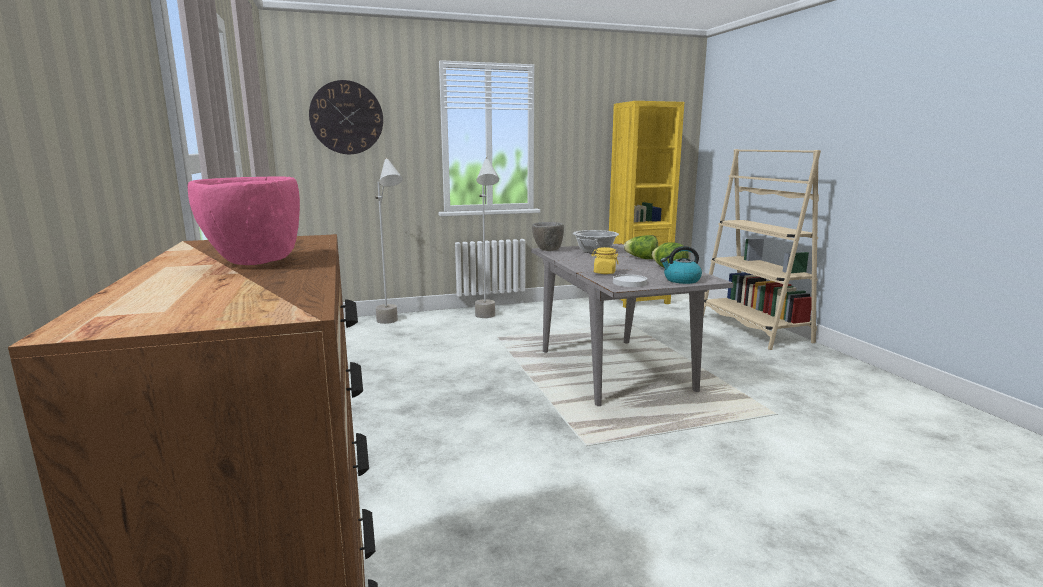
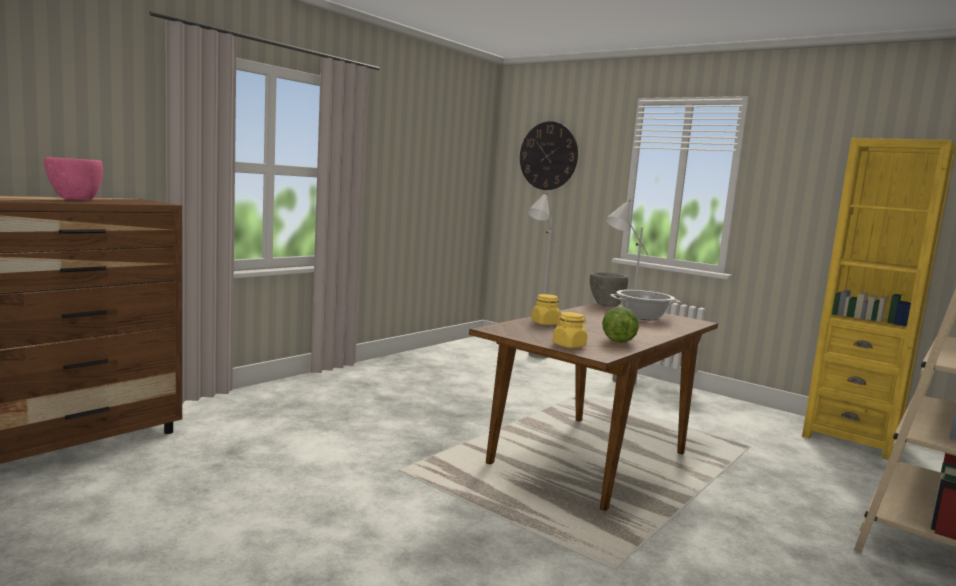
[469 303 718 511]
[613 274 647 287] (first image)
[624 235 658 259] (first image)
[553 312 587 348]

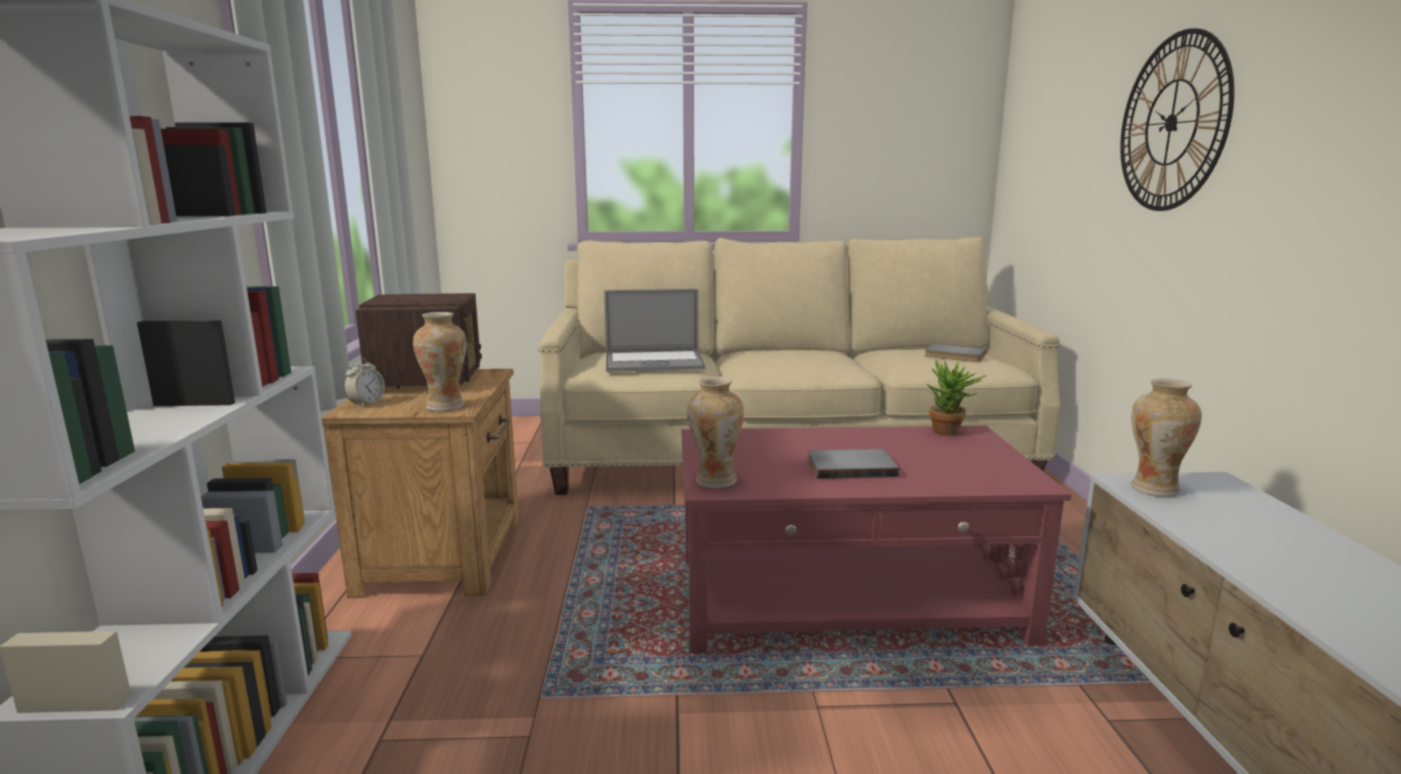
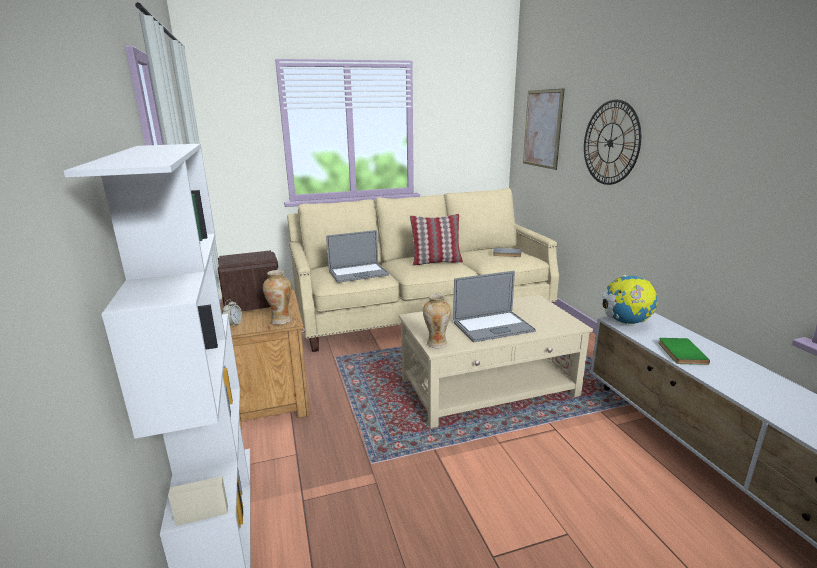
[399 295 593 428]
[453 271 536 342]
[926 359 986 436] (first image)
[602 275 657 325]
[410 214 463 266]
[523 89 564 170]
[658 338 710 365]

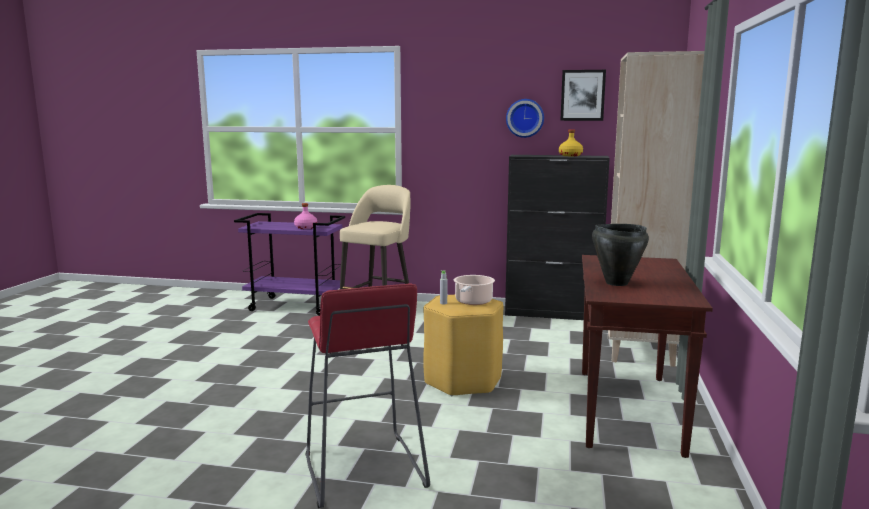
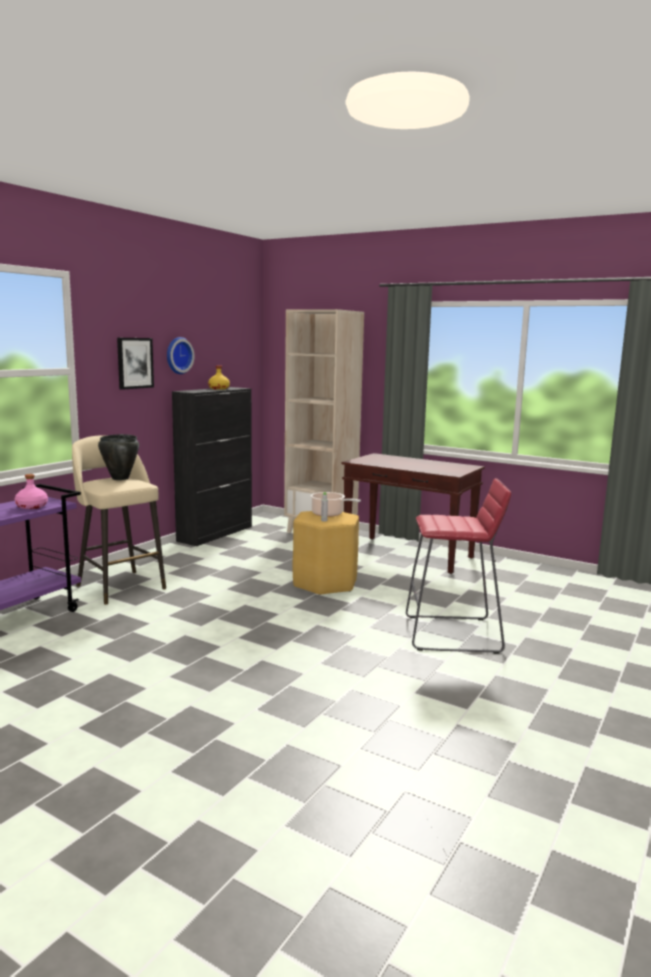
[117 338 154 390]
[98 434 139 480]

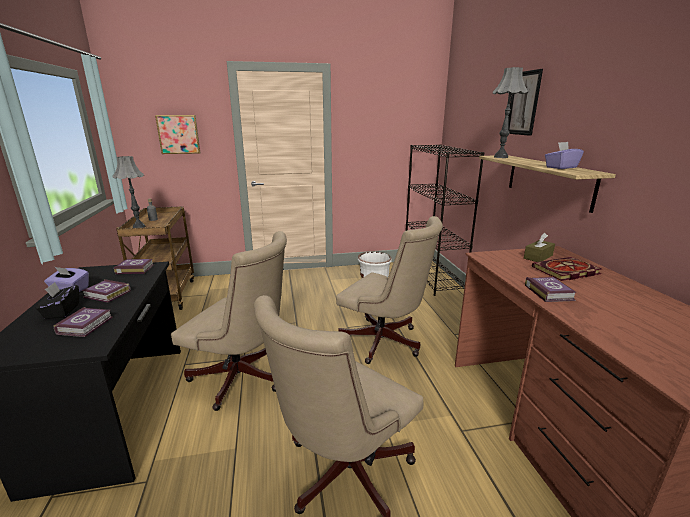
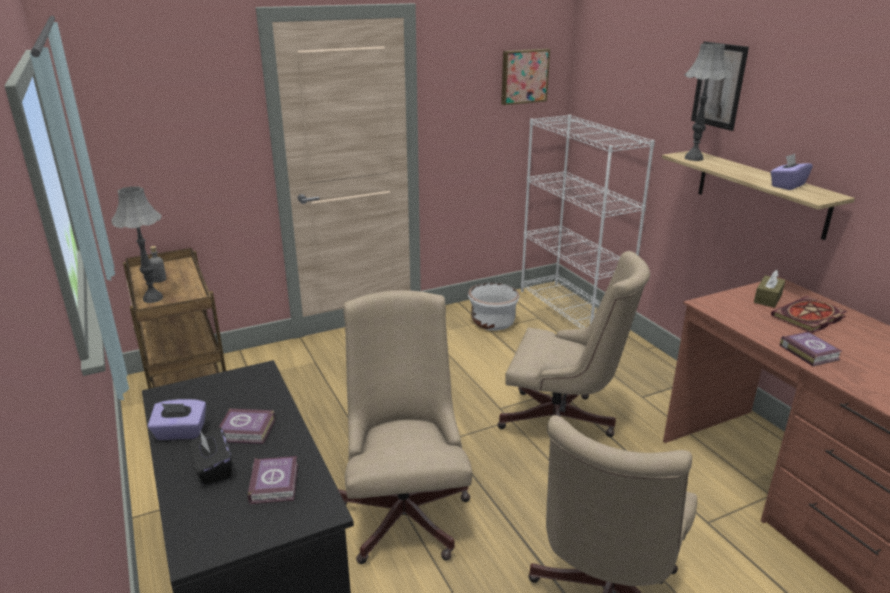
[114 259 154 274] (first image)
[501 49 550 105]
[338 290 472 564]
[521 115 655 329]

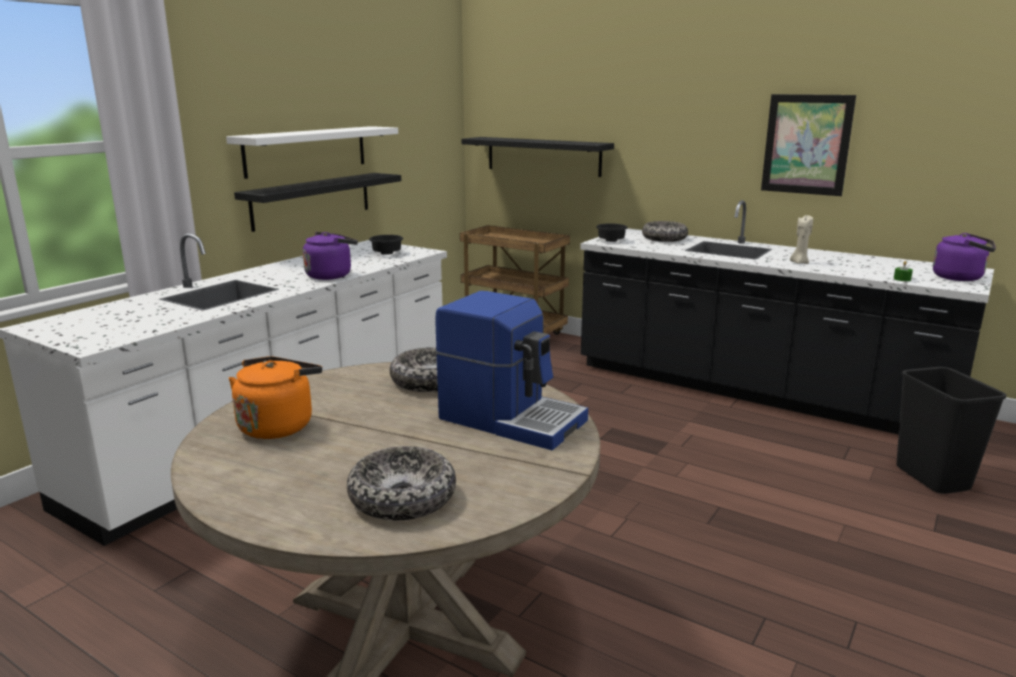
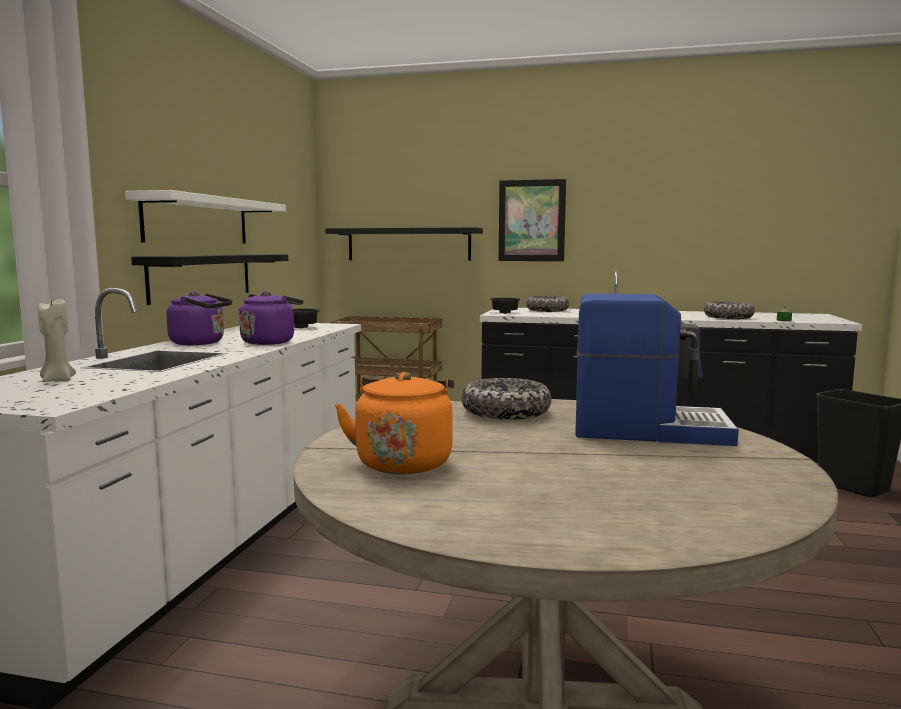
[704 301 755 319]
[499 179 566 261]
[38 299 76 382]
[167 292 232 345]

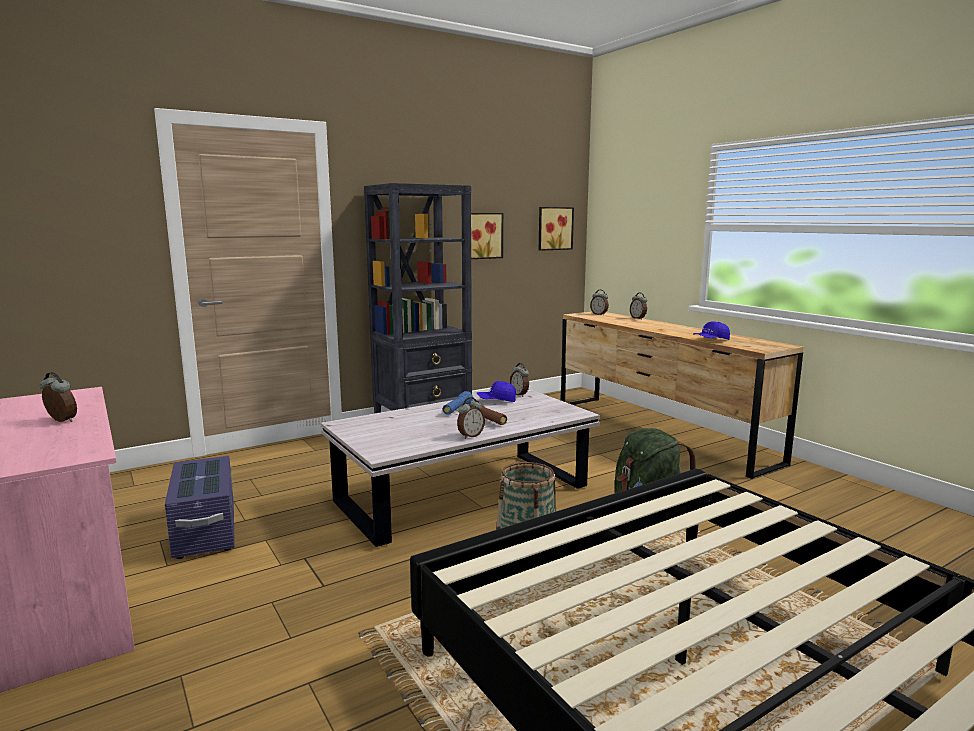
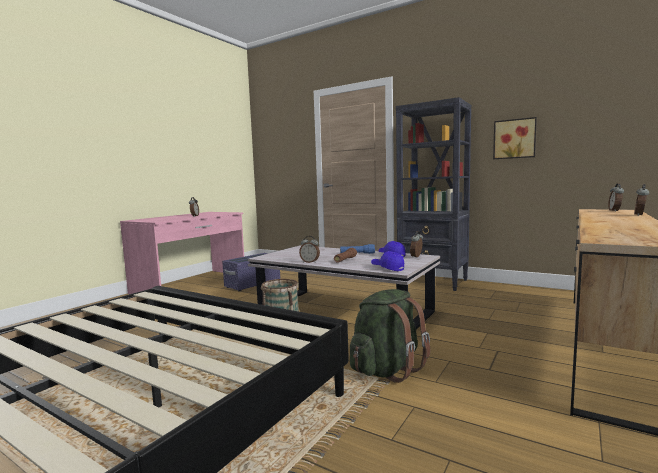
[539 207 574 251] (first image)
[371 251 404 272]

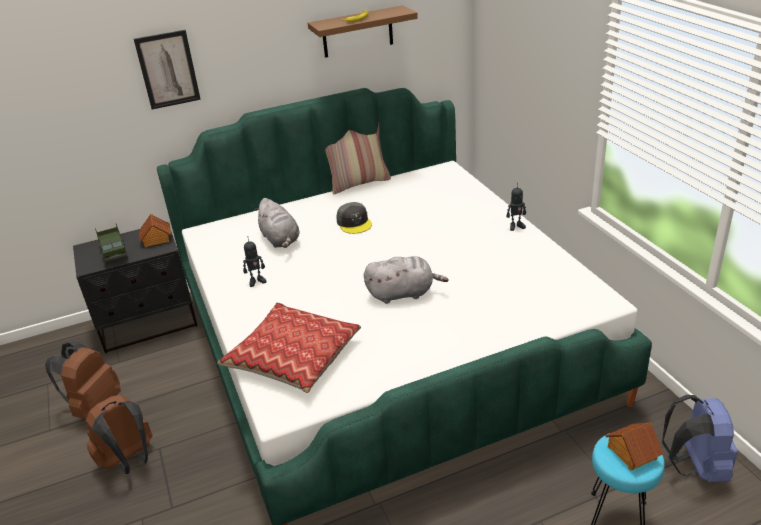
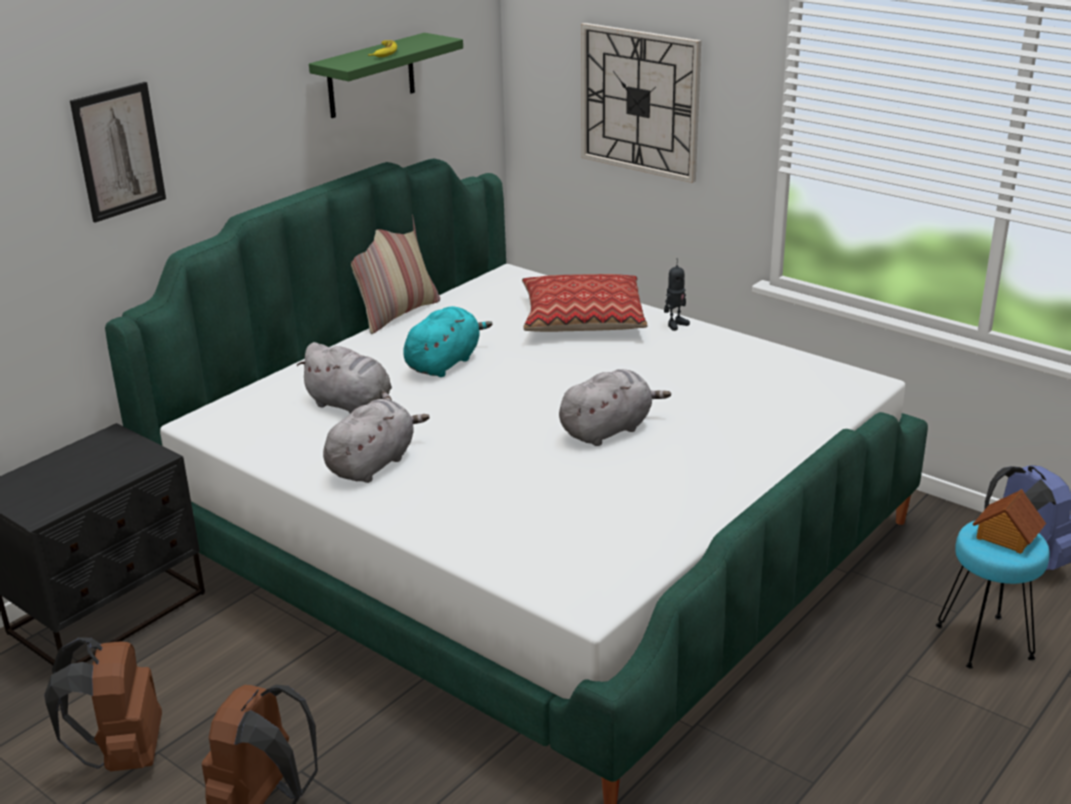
[95 224 128 264] (first image)
[139 214 171 248] (first image)
[522 274 647 332]
[323 399 430 483]
[309 33 463 118]
[403 306 493 377]
[581 23 701 183]

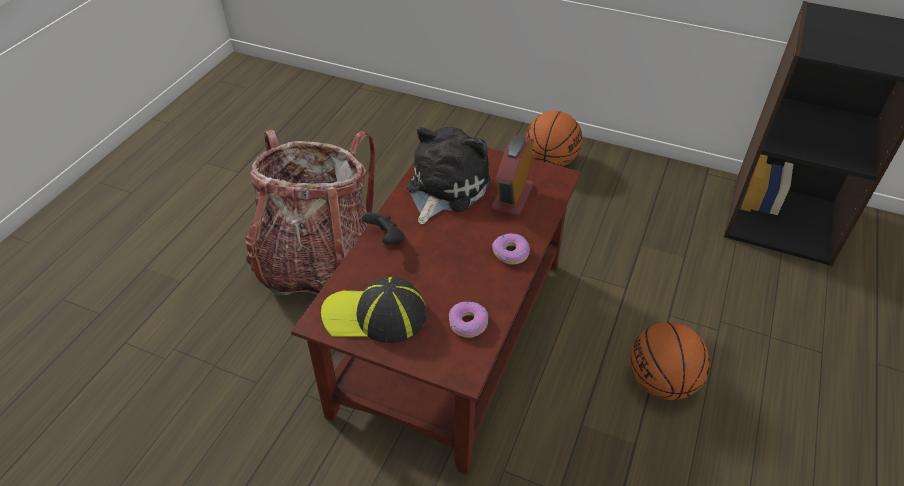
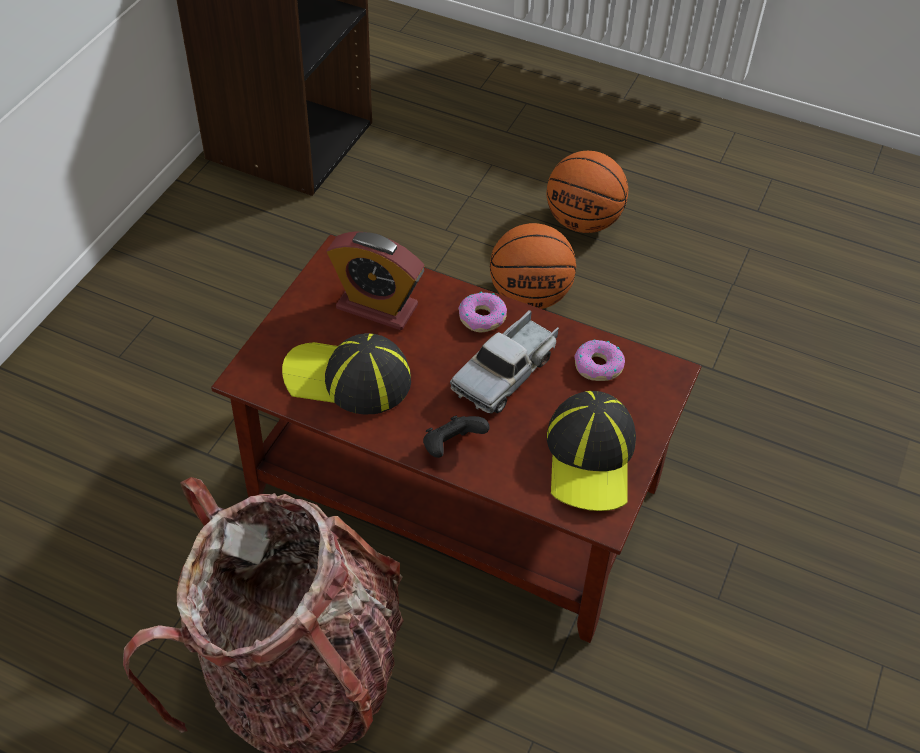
[282 333 411 414]
[547 151 628 233]
[450 310 559 414]

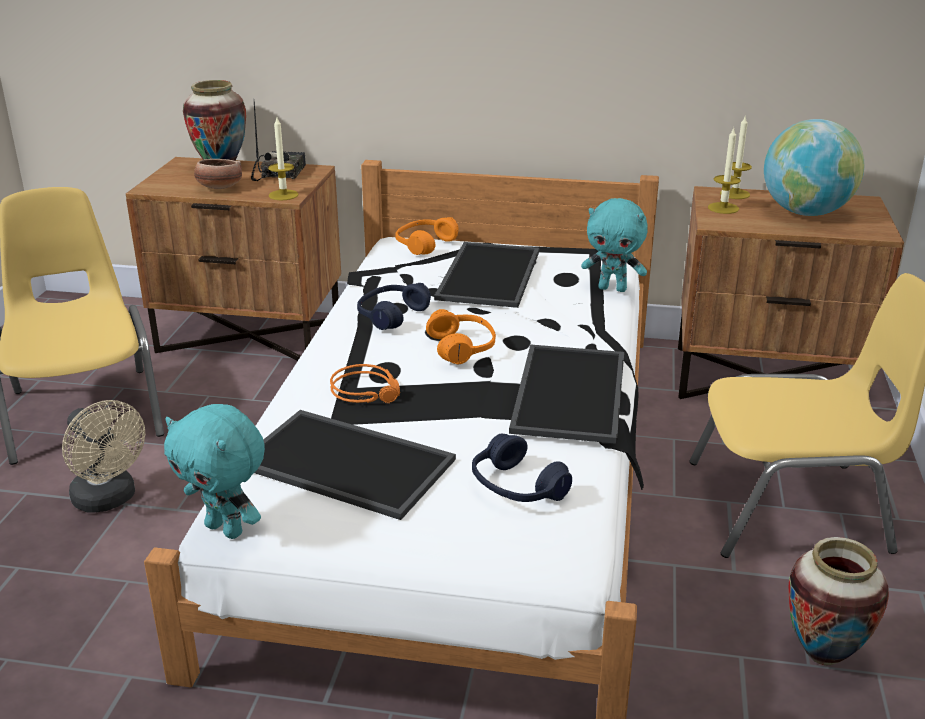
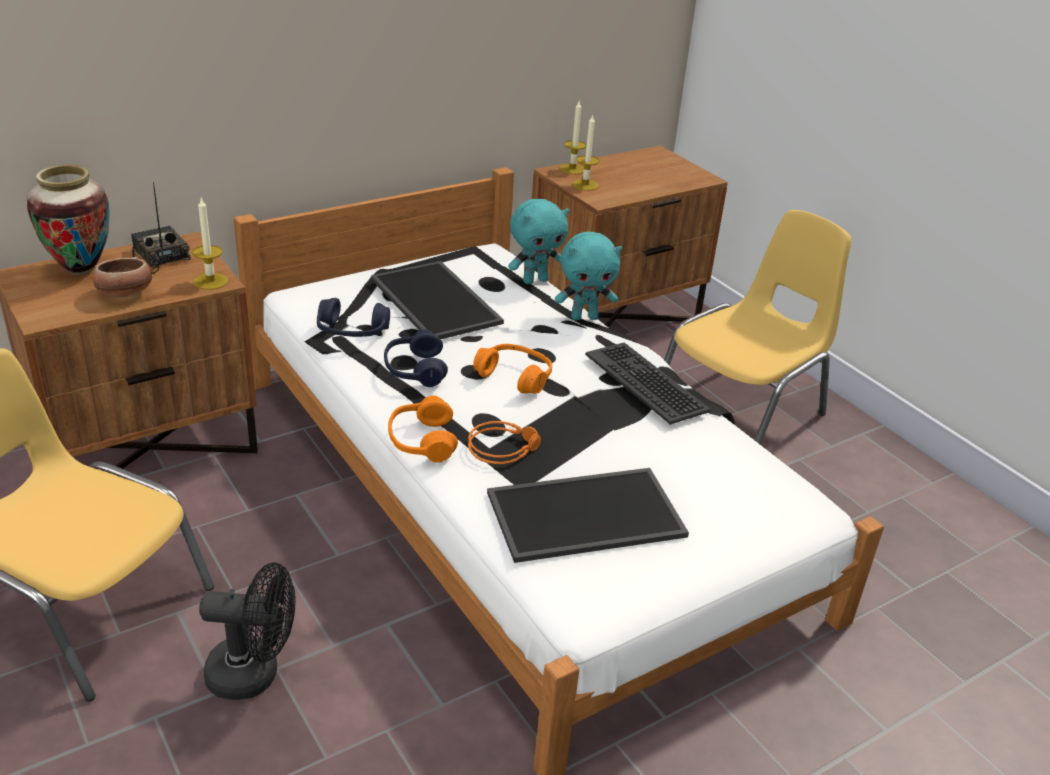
[199 563 295 700]
[555 232 622 320]
[388 396 458 463]
[317 298 390 337]
[585 342 711 424]
[764 119 865 216] (first image)
[788 537 889 665] (first image)

